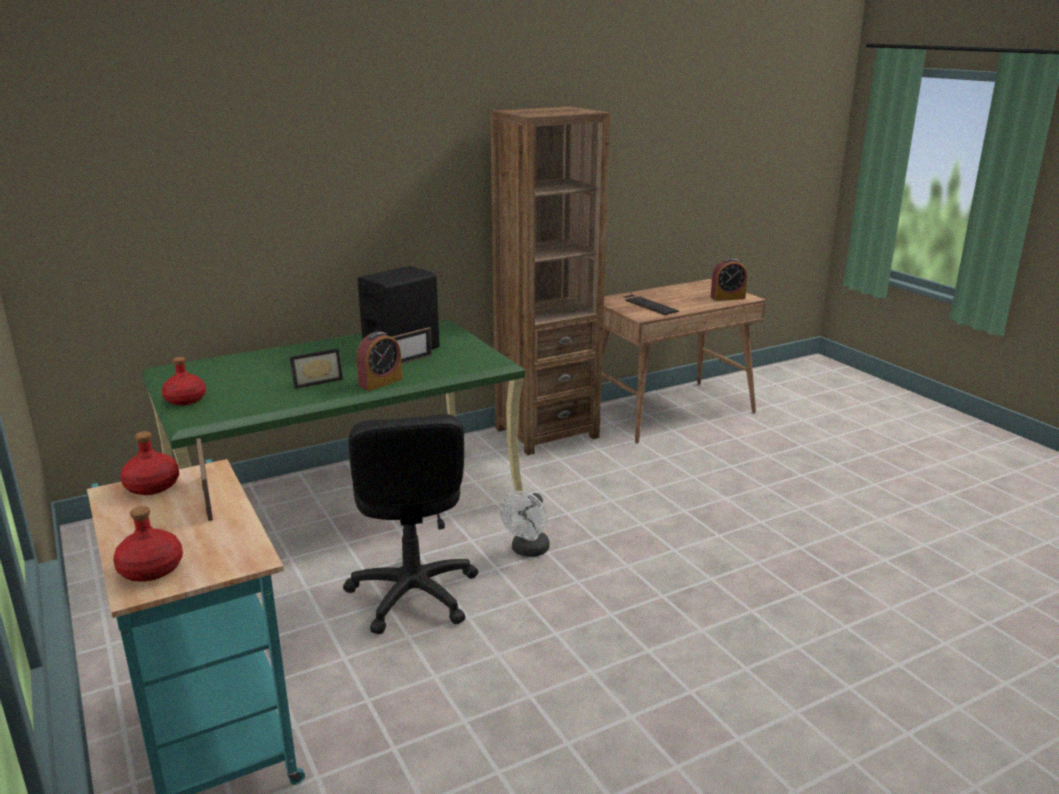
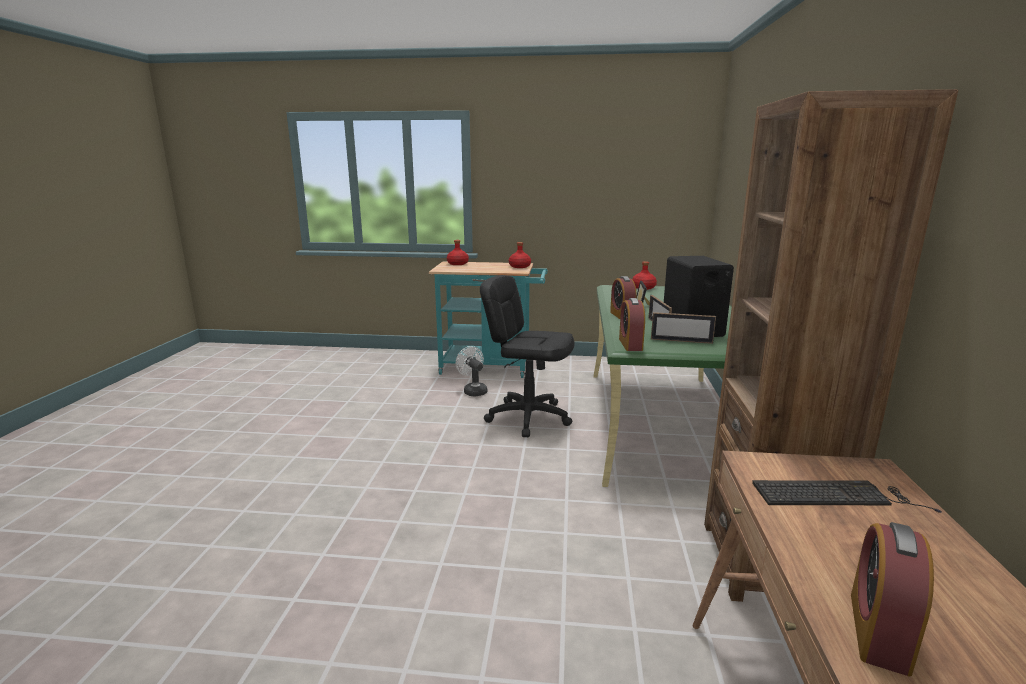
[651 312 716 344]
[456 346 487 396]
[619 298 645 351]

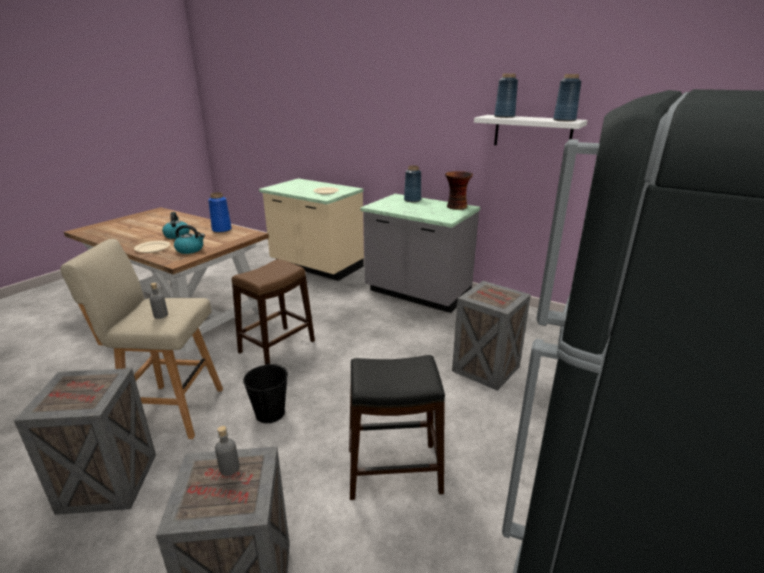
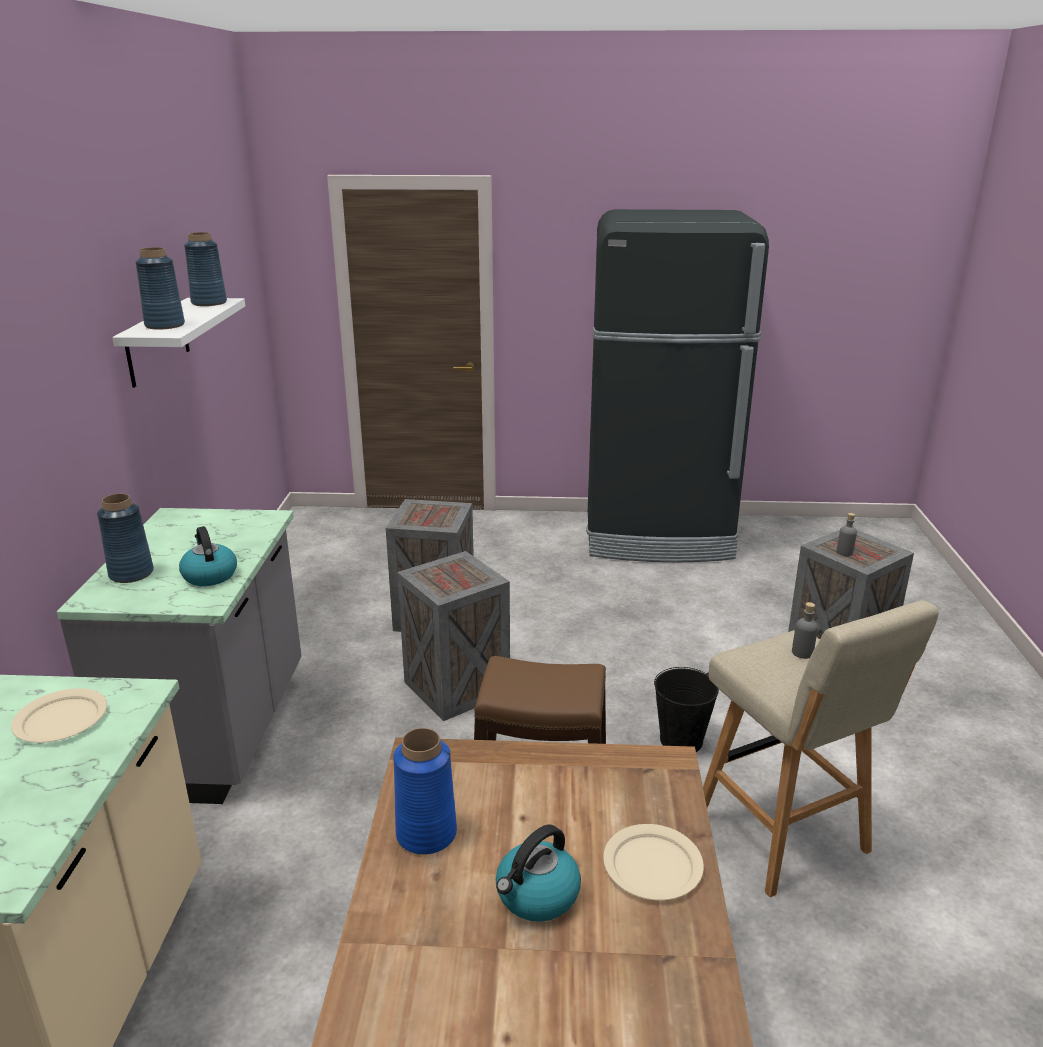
[397 551 510 721]
[179 526 237 586]
[349 355 445 500] (first image)
[445 171 473 210] (first image)

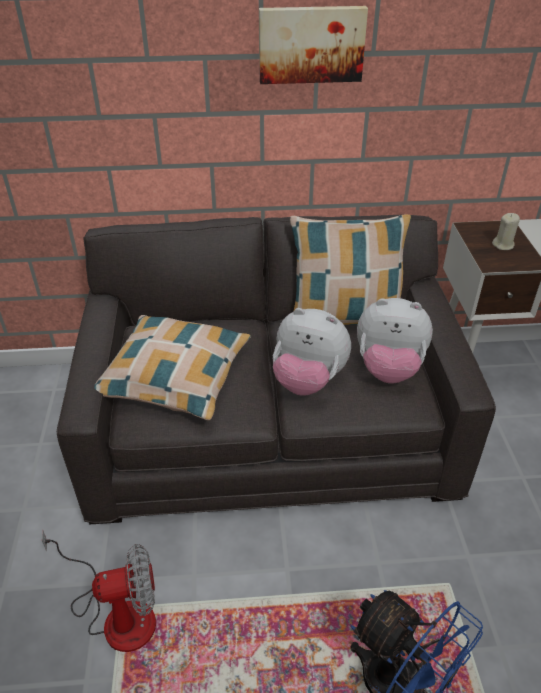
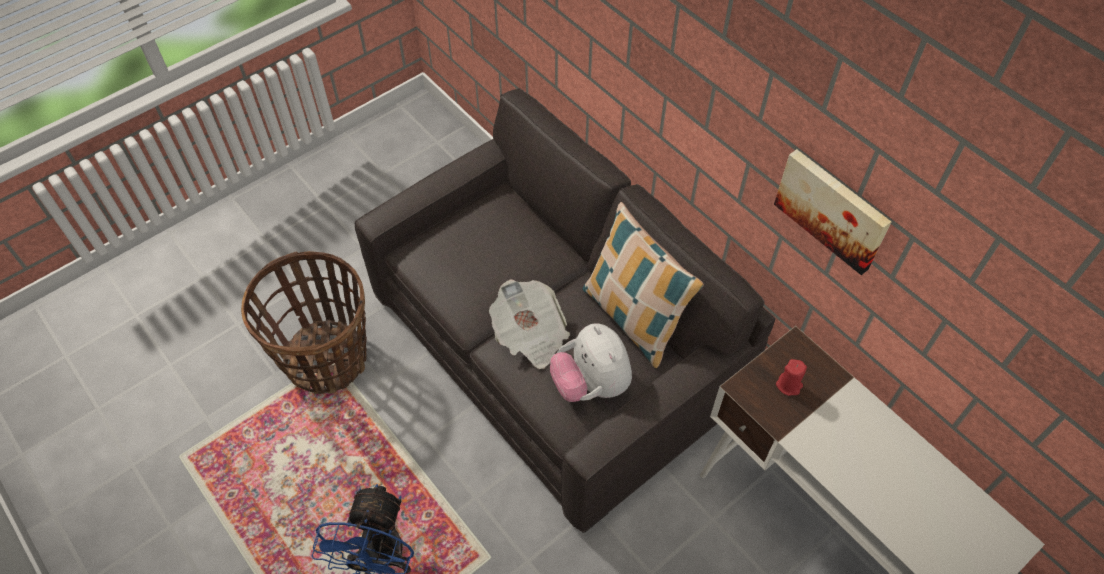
[241 251 367 394]
[94 315 251 420] (first image)
[774 149 891 275]
[489 279 570 369]
[776 359 807 396]

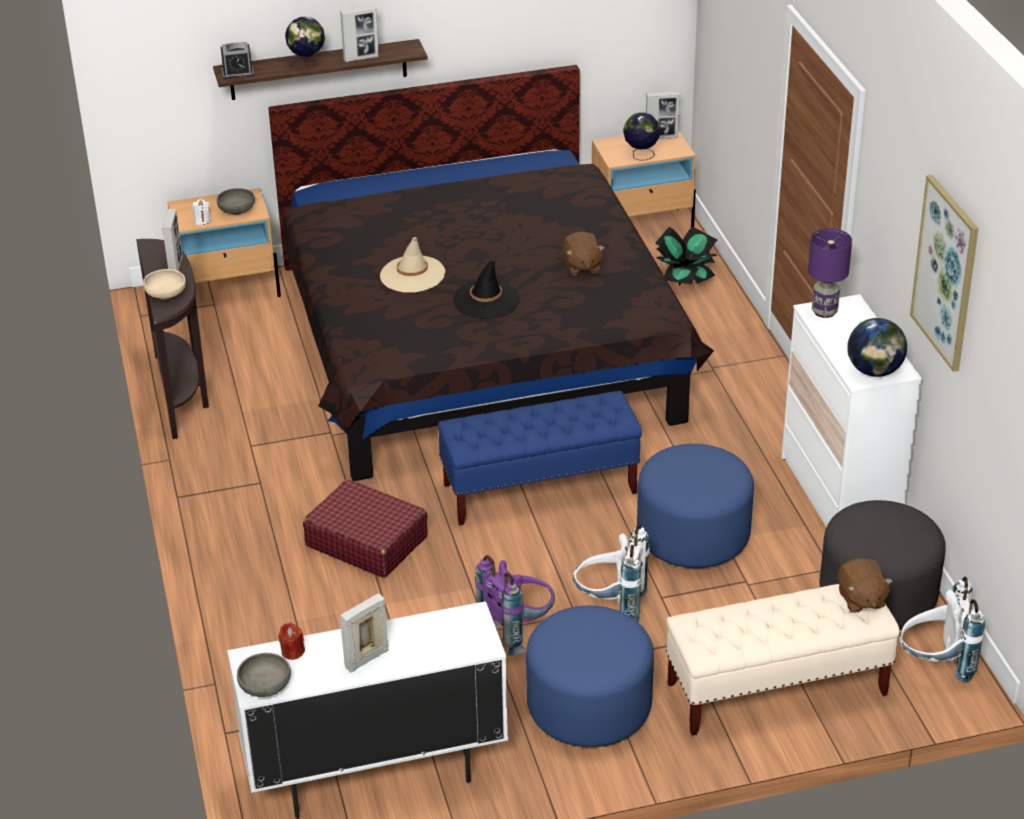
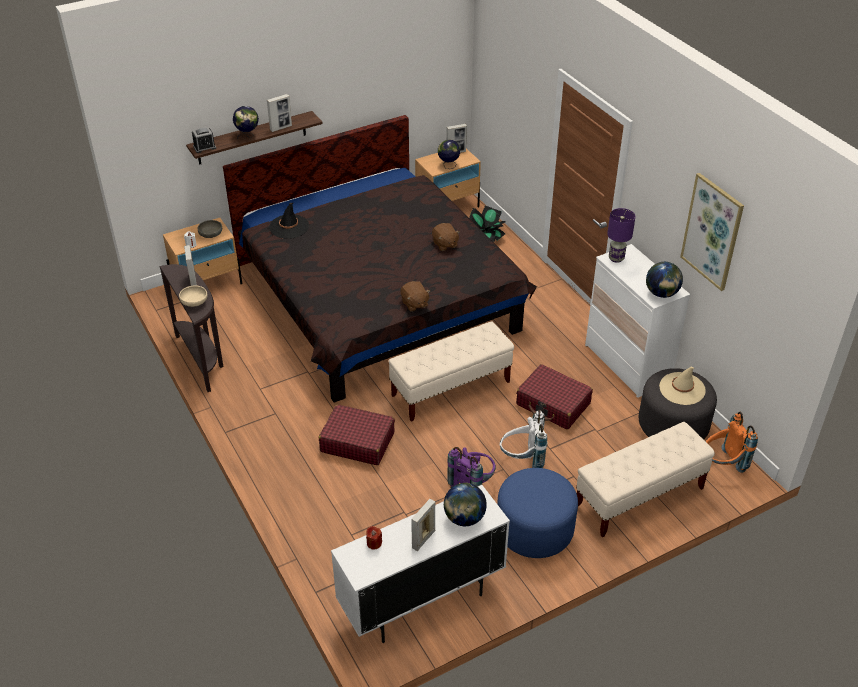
[237 653 291 697] (first image)
[659 367 705 405]
[389 321 514 422]
[269 203 309 239]
[516 364 593 430]
[400 281 430 312]
[706 412 758 473]
[444 483 487 526]

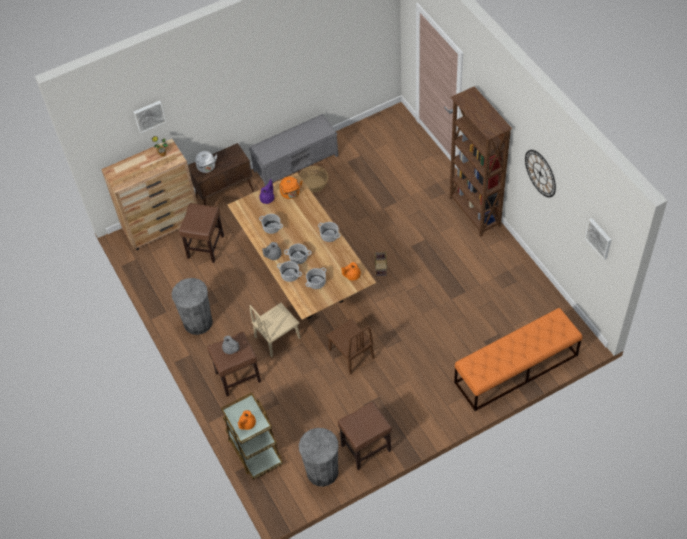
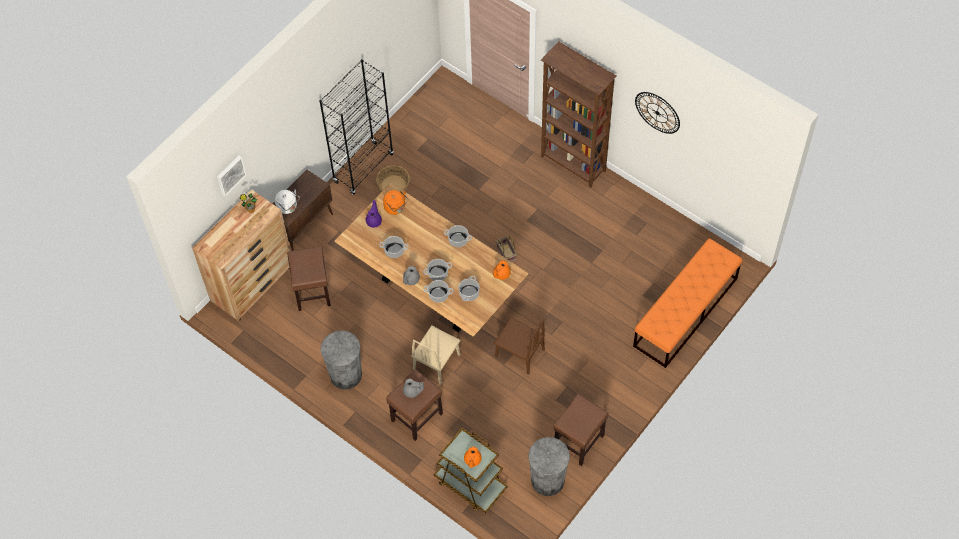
[319 59 394 195]
[585 218 611 260] (first image)

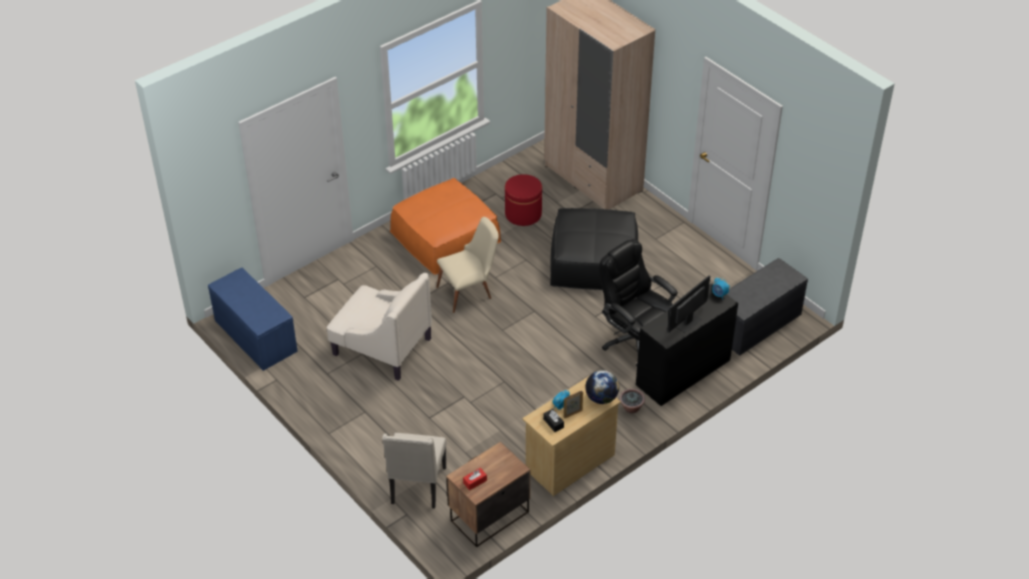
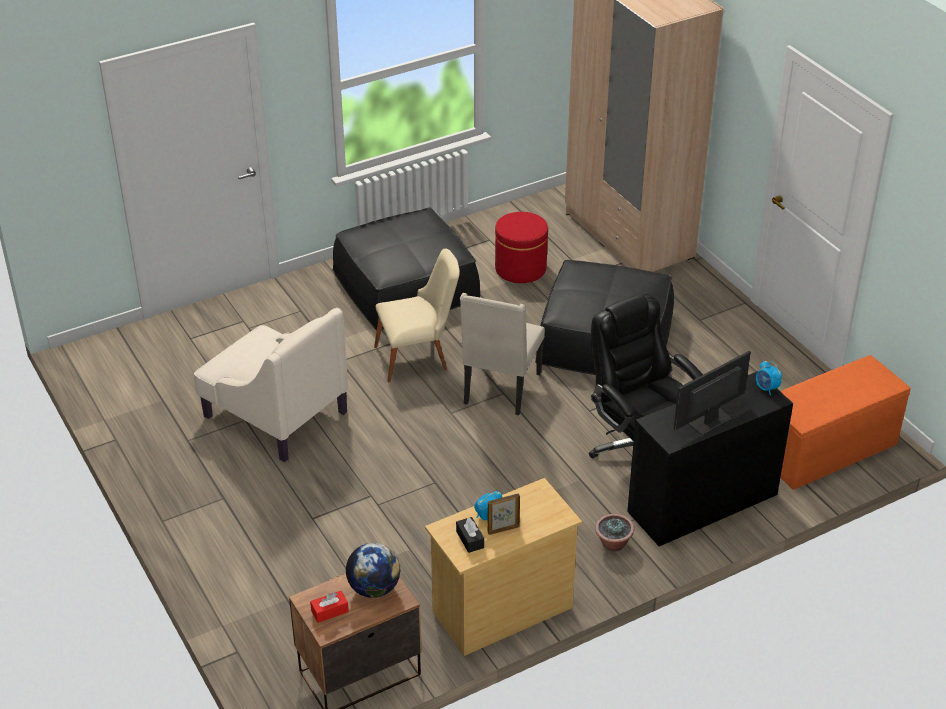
[208 268 298 371] (first image)
[460 293 545 415]
[332 207 481 330]
[346 543 401 598]
[780 355 911 490]

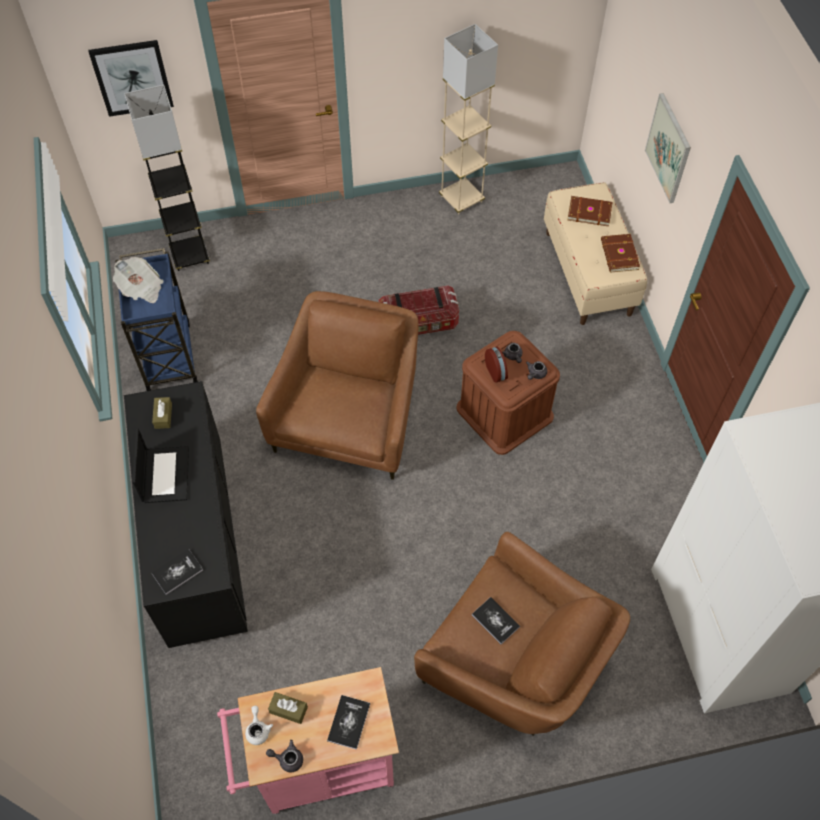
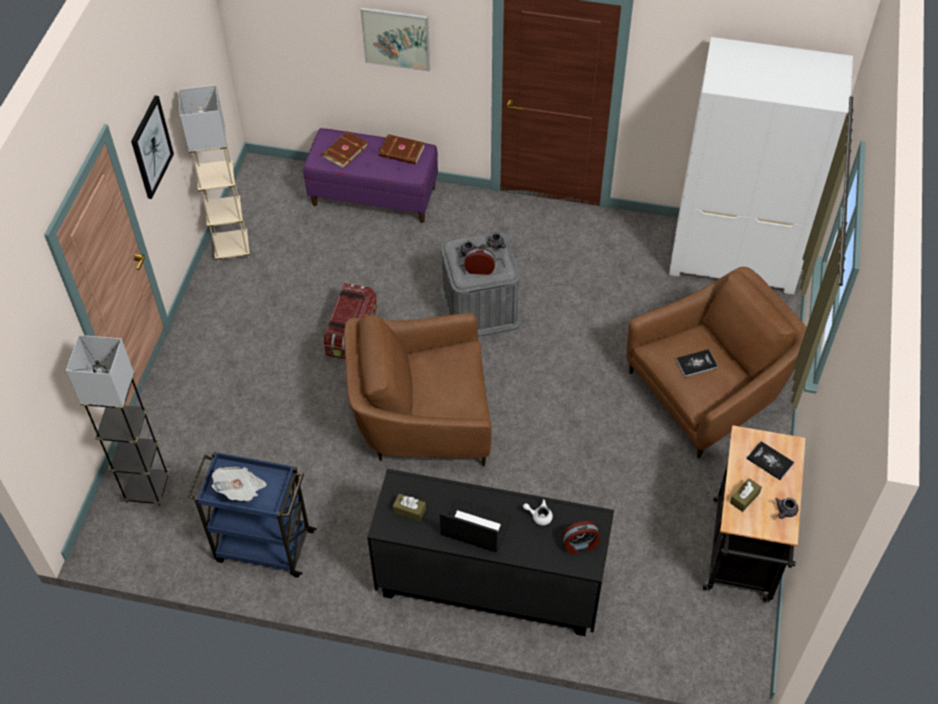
[131 95 174 199]
[562 521 600 555]
[703 425 805 603]
[523 499 553 525]
[344 313 492 466]
[441 232 521 337]
[303 128 438 223]

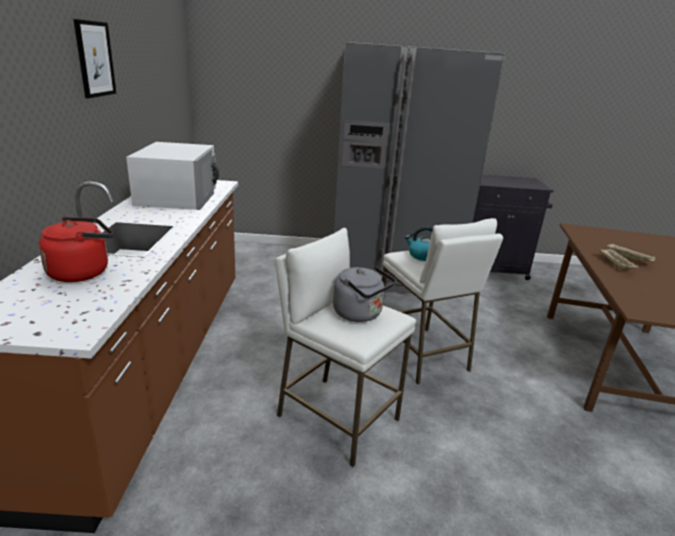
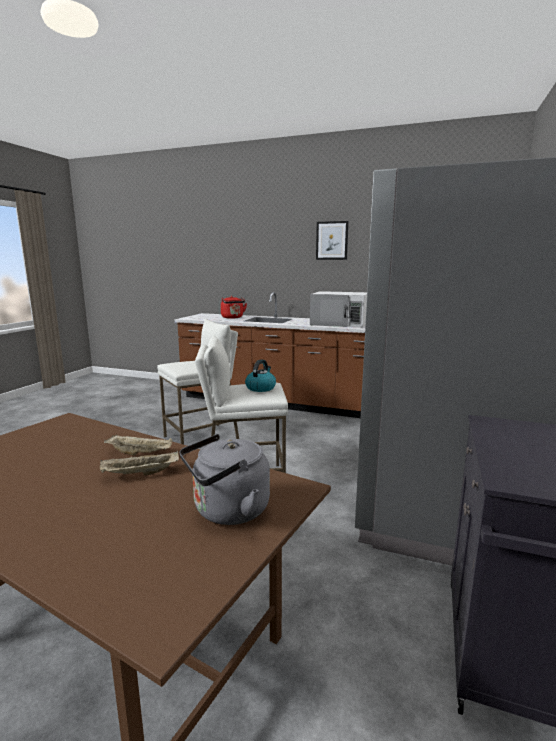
[179 434 270 525]

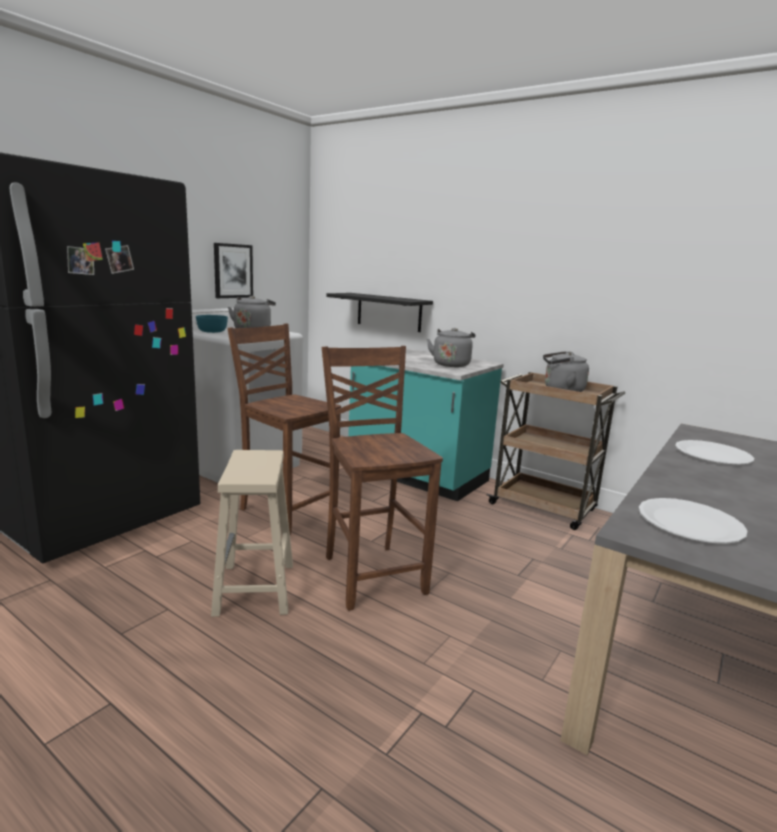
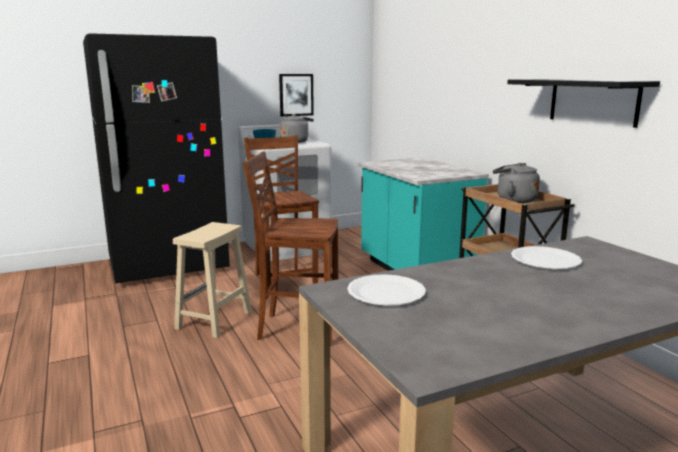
[243 151 338 347]
[507 79 660 128]
[427 328 475 367] (first image)

